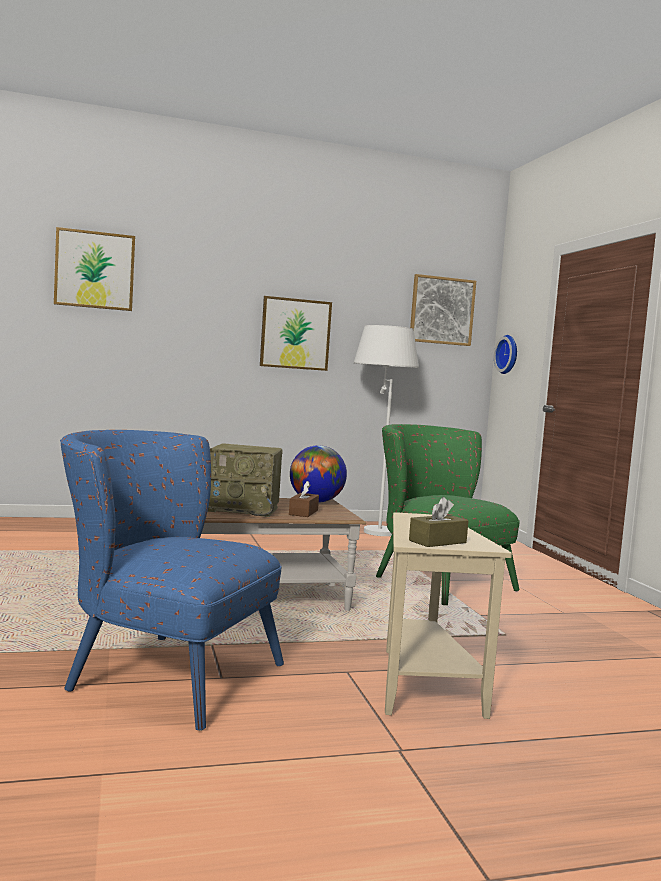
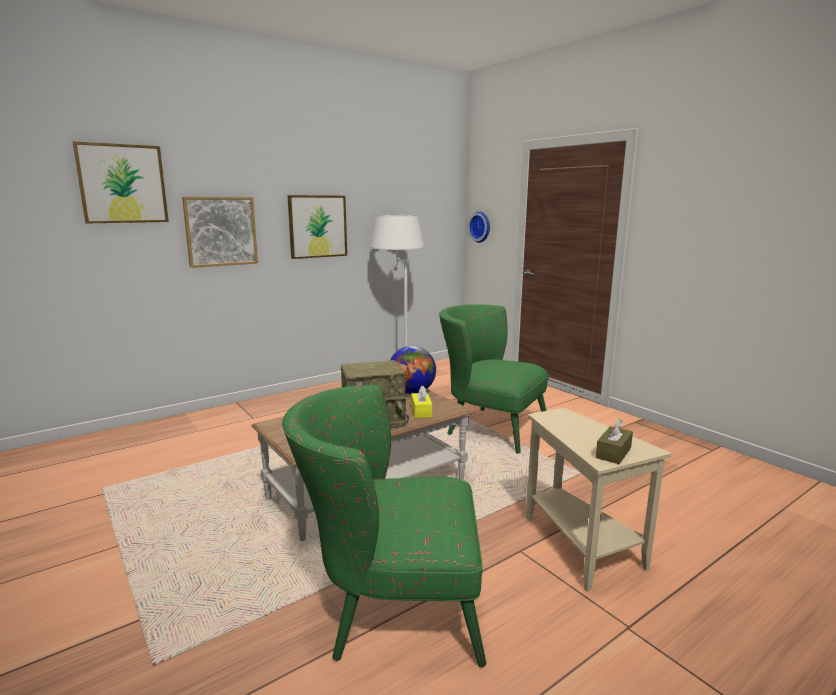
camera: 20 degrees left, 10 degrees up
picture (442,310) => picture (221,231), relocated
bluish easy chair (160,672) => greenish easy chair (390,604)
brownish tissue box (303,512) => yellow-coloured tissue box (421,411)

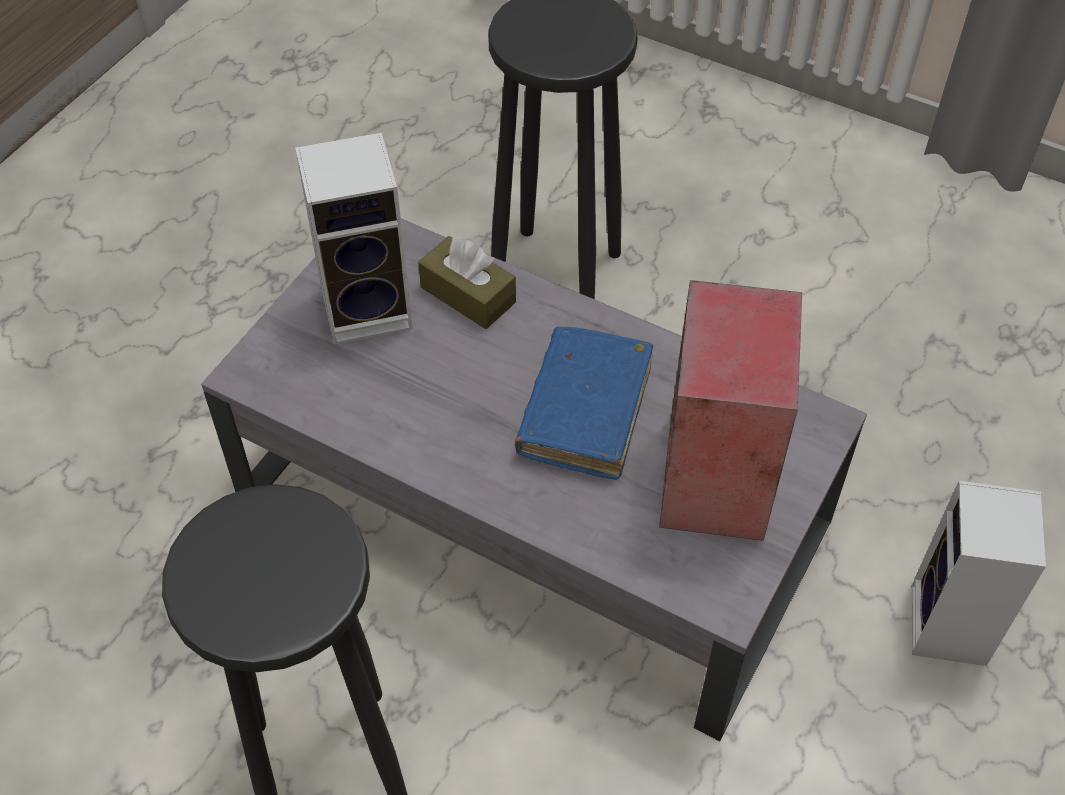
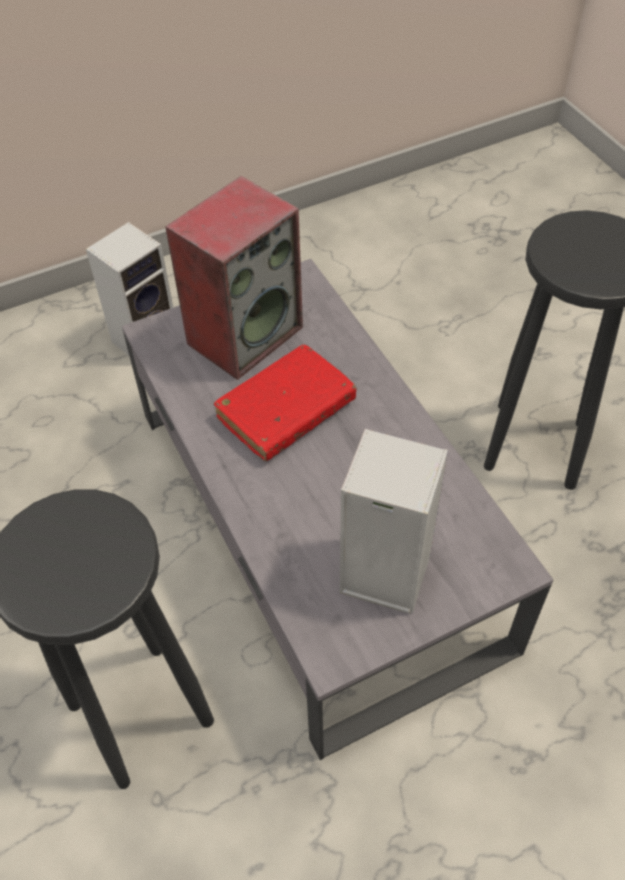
camera: 145 degrees left, 0 degrees up
brownish tissue box (468,295) => nothing
bluish book (585,411) => red book (286,411)

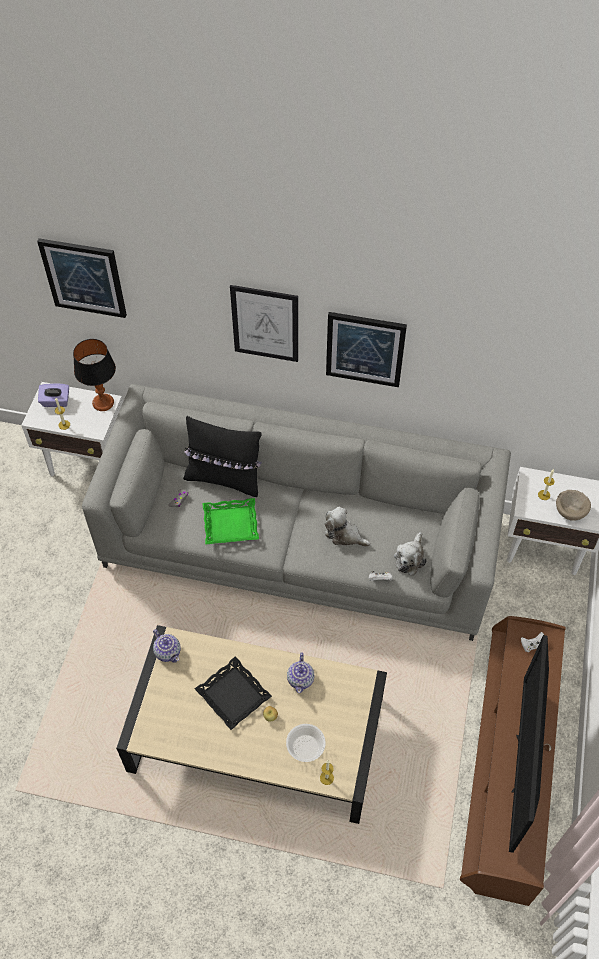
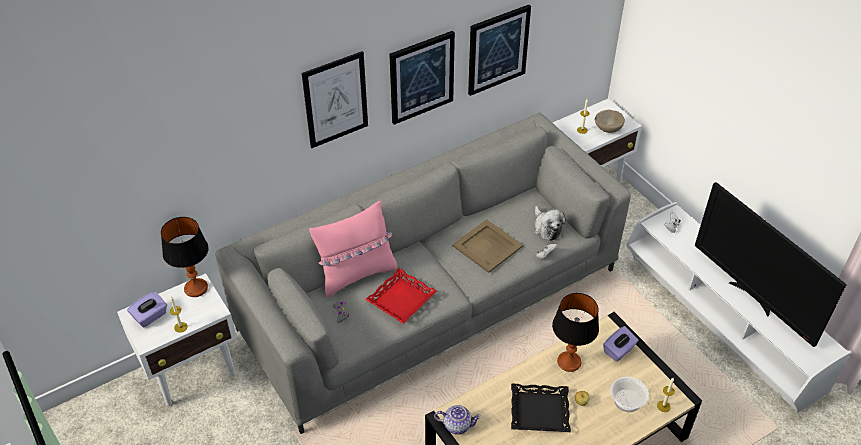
camera: 45 degrees left, 10 degrees down
nothing => purplish tissue box (619,350)
picture (84,277) => picture (497,49), relocated
tea pot (301,679) => lamp for a table (569,362)
plush toy (344,535) => sand-coloured tray (488,246)
blackish throw pillow (224,478) => pink throw pillow (356,274)
greenish tray (230,524) => red tray (401,299)
brownish tv stand (506,765) => white-coloured tv stand (720,325)

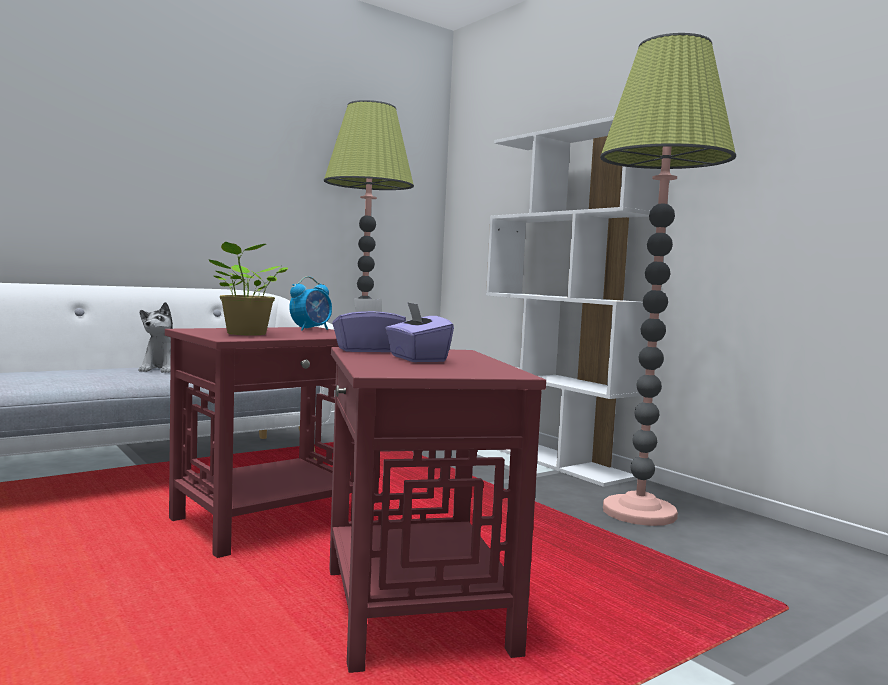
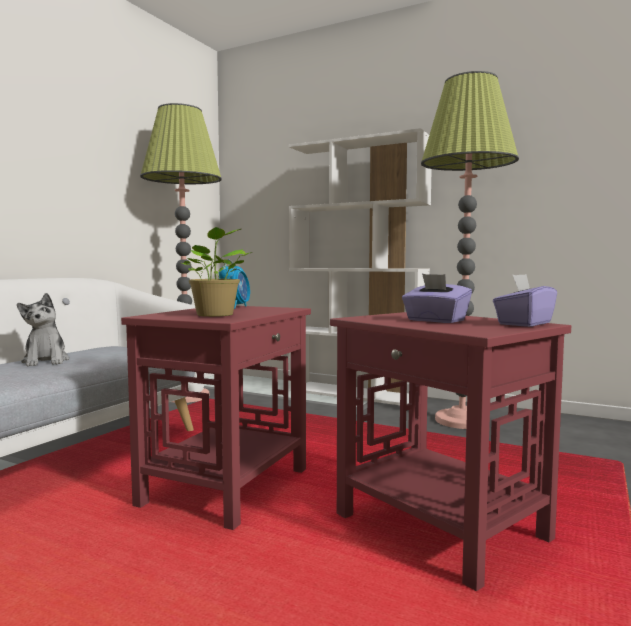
camera: 25 degrees left, 0 degrees up
purplish tissue box (367,350) => purplish tissue box (523,324), relocated

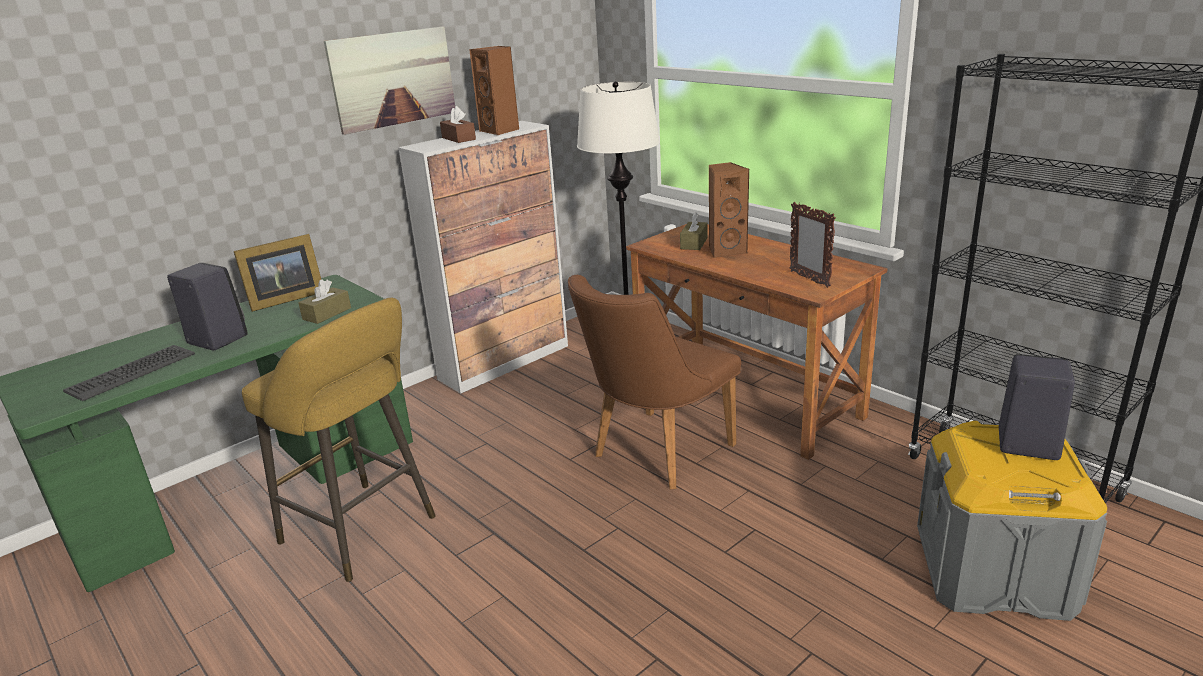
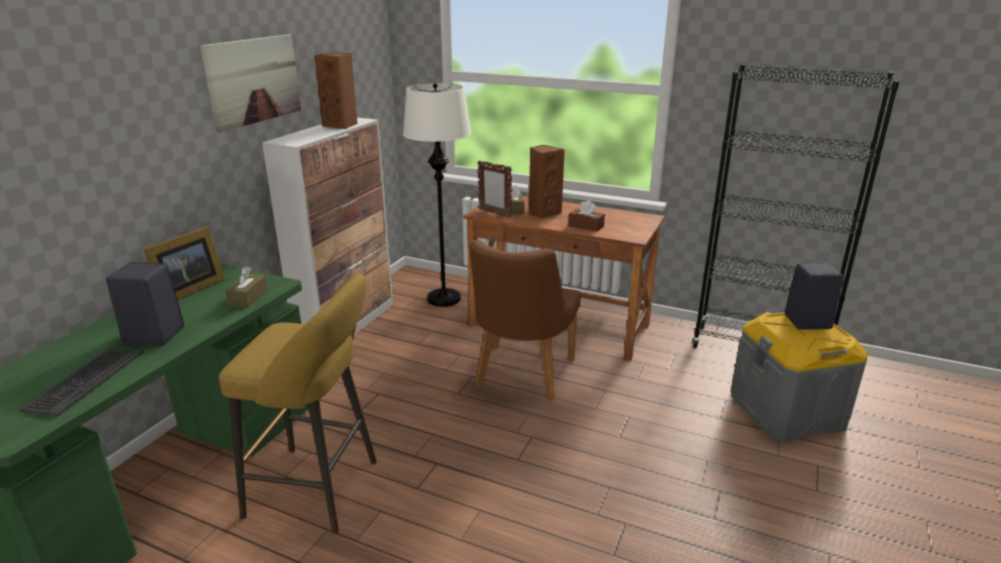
camera: 25 degrees left, 0 degrees up
brownish tissue box (458,138) => brownish tissue box (586,226), relocated
standing frame (809,279) => standing frame (494,213), relocated

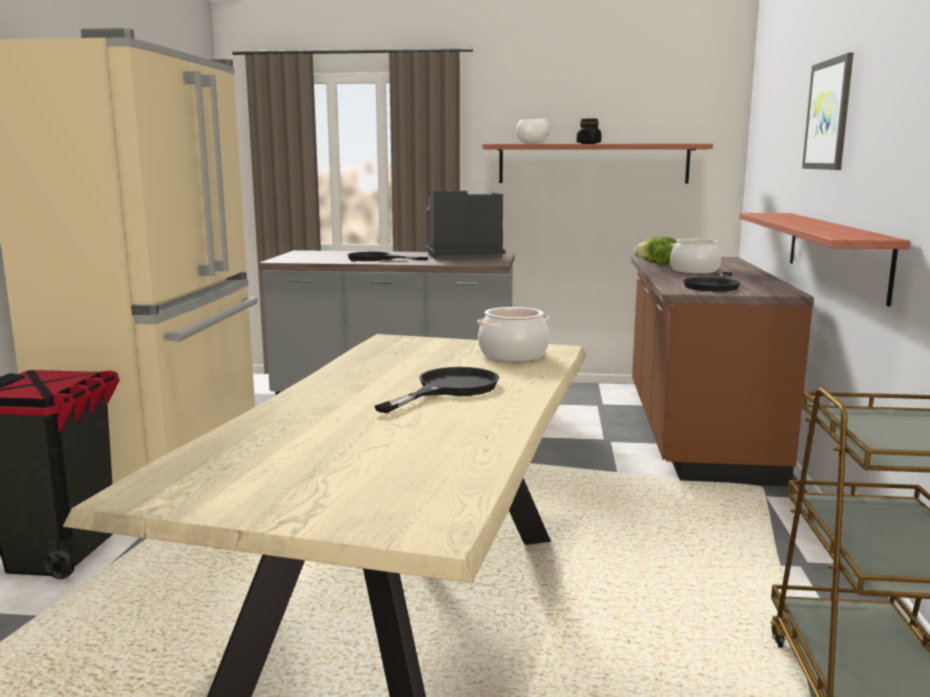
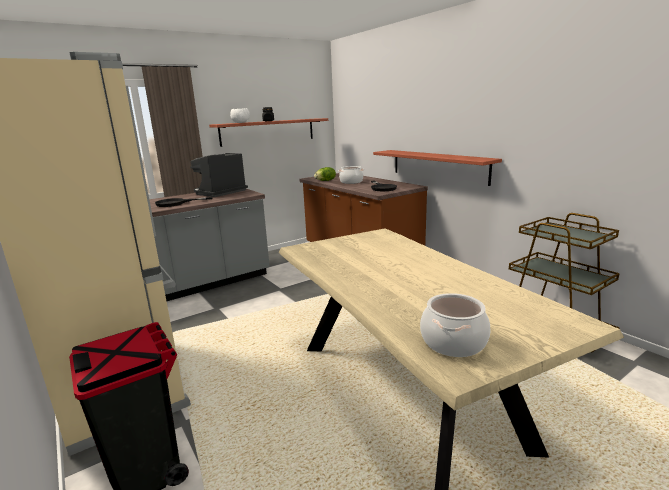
camera: 40 degrees left, 5 degrees up
blackish pan (448,389) => nothing
picture (829,115) => nothing
stockpot (513,355) => stockpot (453,342), relocated

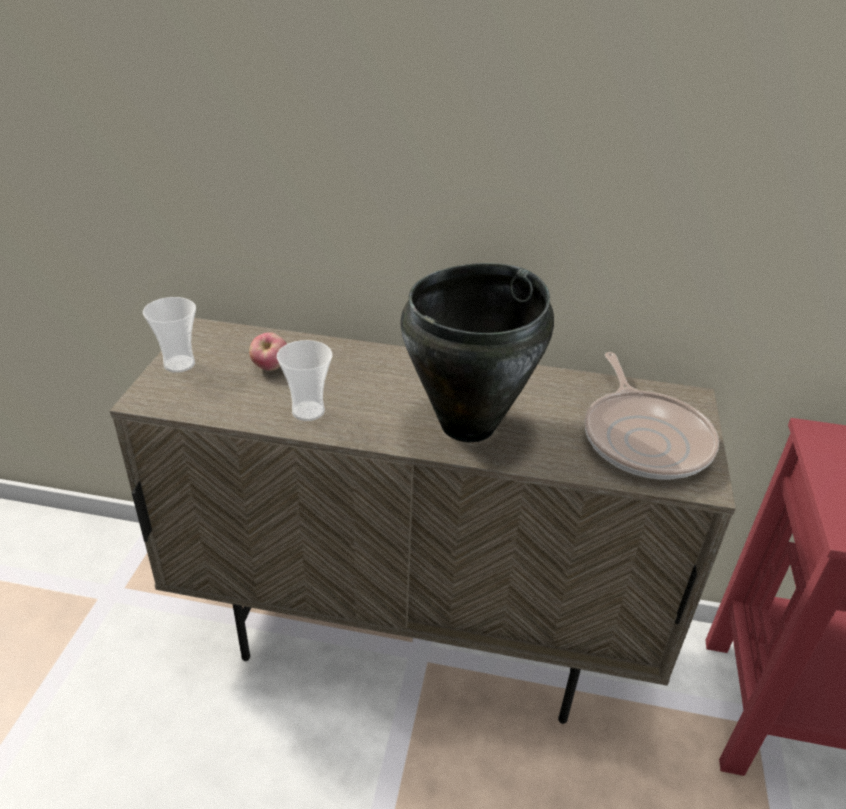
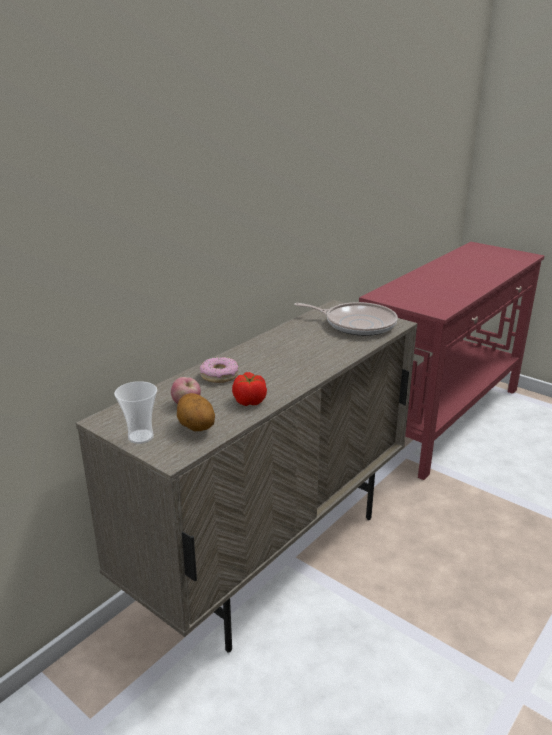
camera: 60 degrees left, 10 degrees down
blackish stockpot (469,425) => nothing
nothing => spud (196,428)
nothing => ring doughnut (219,375)
small cup (308,411) => fresh tomato (249,401)

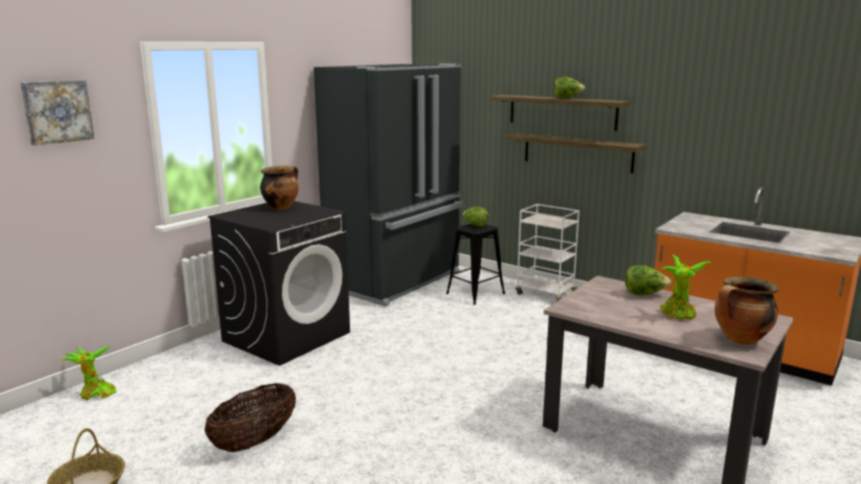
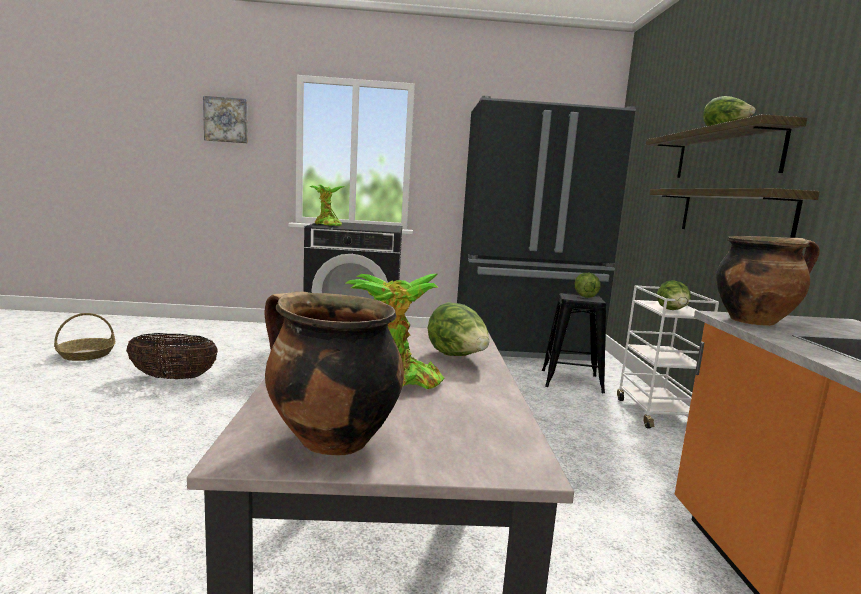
camera: 50 degrees right, 5 degrees down
nothing => head of lettuce (672,311)
houseplant (95,394) => houseplant (326,225), relocated
stockpot (281,207) => stockpot (754,321), relocated

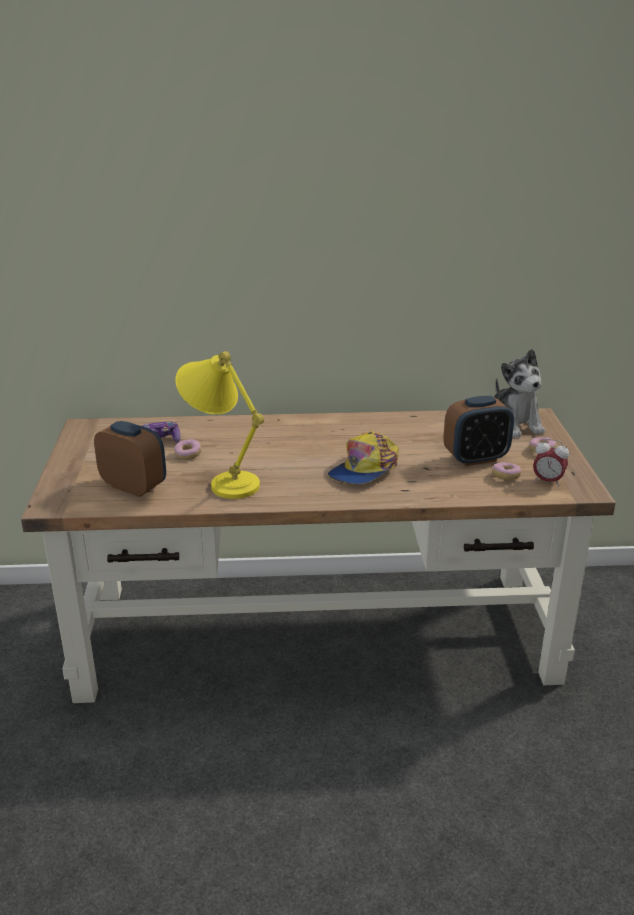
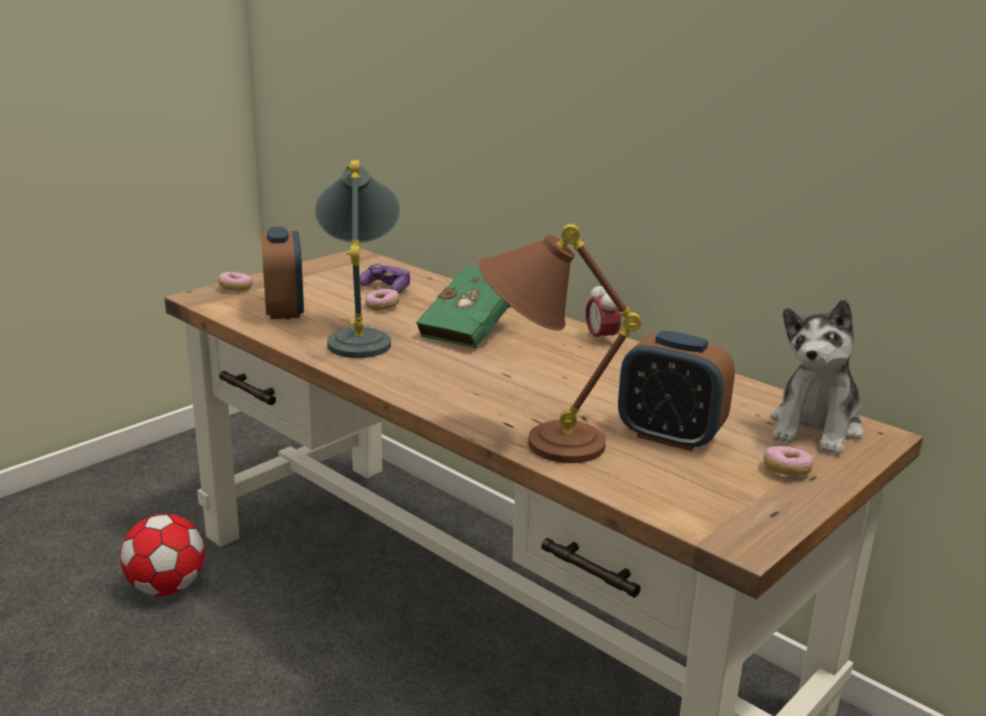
camera: 45 degrees right, 5 degrees down
cap (364,470) => nothing
nothing => football (167,587)
nothing => greenish book (474,330)
nothing => brownish lamp for a table (537,442)
ring doughnut (505,476) => ring doughnut (236,288), relocated
table clock (547,481) => table clock (601,339), relocated
yellow-coloured lamp for a table (222,480) => gray lamp for a table (361,337)

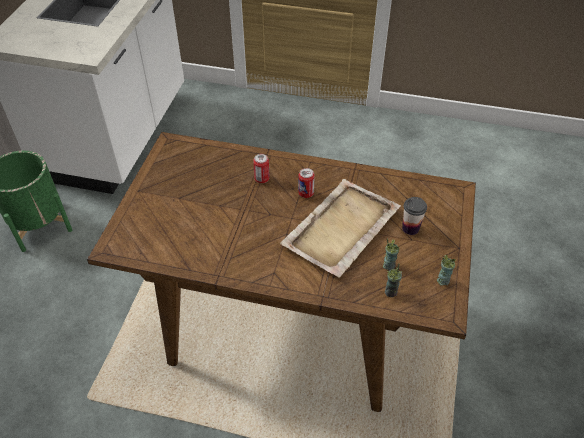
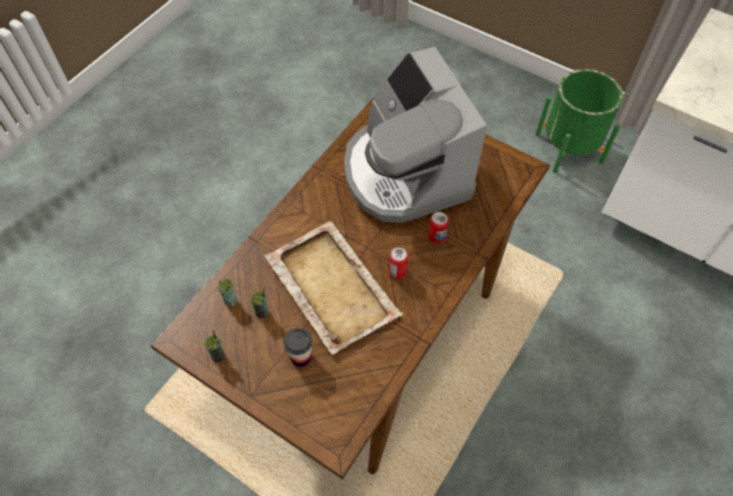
camera: 110 degrees right, 10 degrees up
nothing => coffee brewer (405,173)

